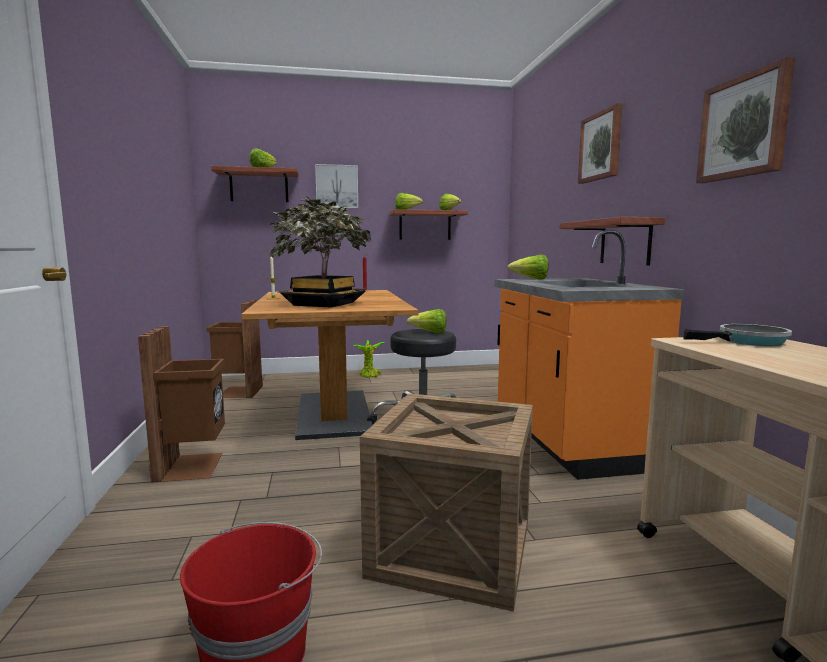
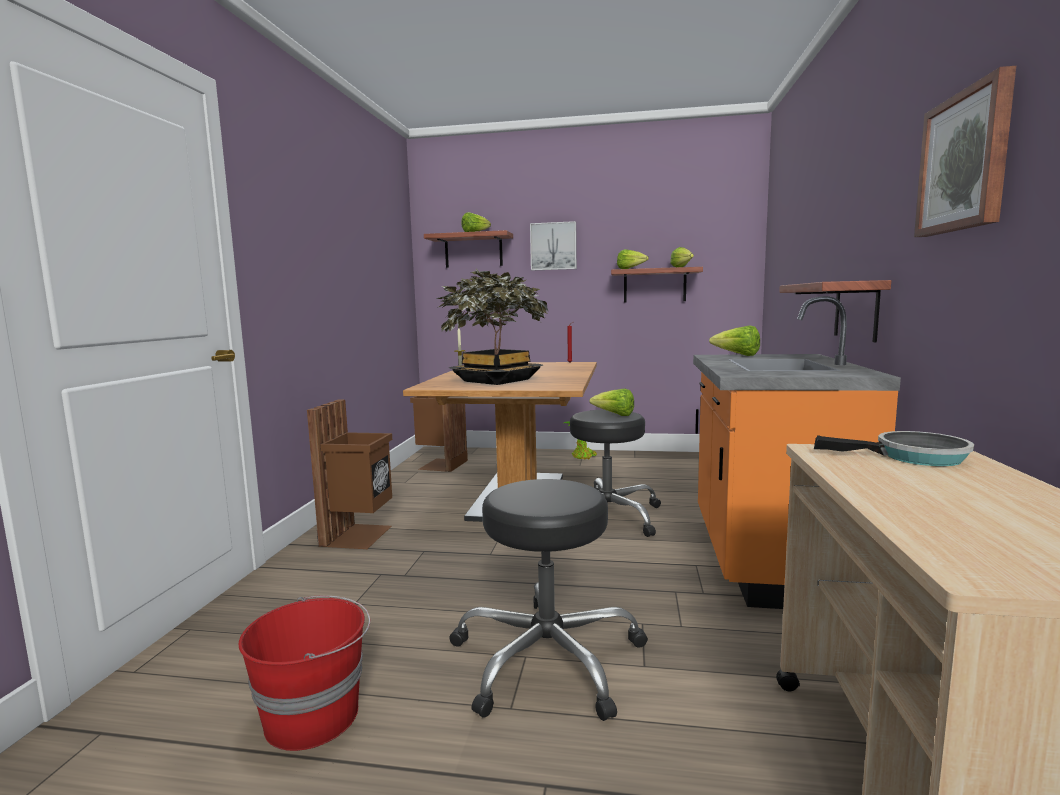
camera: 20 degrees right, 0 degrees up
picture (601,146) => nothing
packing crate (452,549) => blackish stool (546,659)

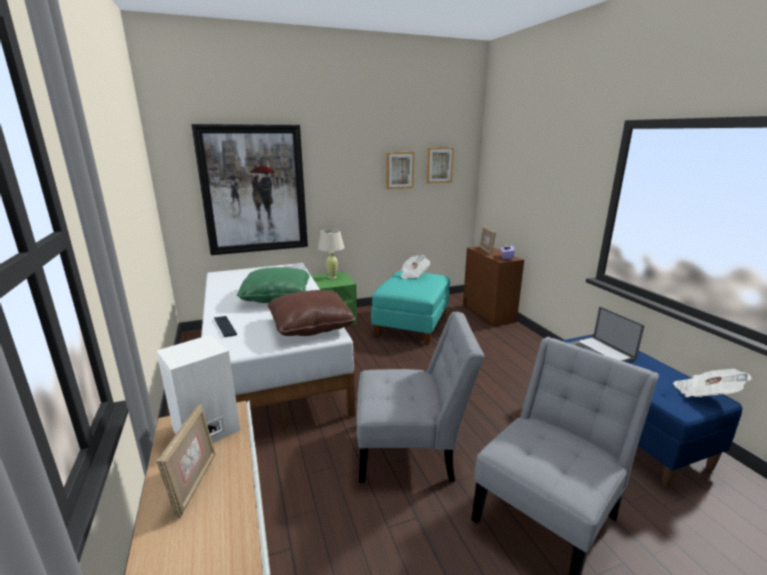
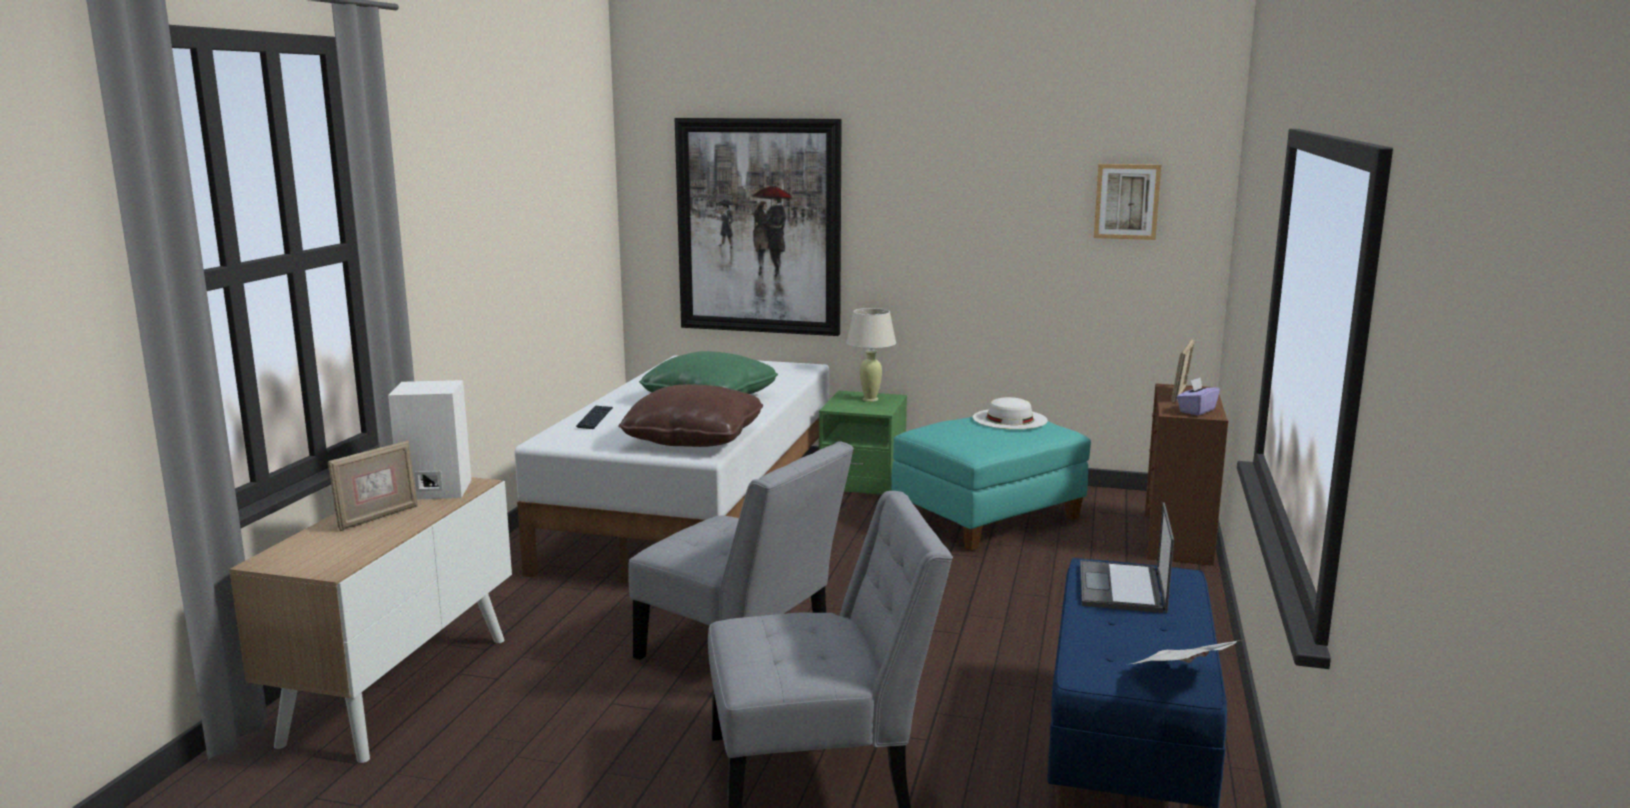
camera: 35 degrees right, 5 degrees down
picture (399,170) => nothing
printed paper (413,275) => white-coloured clothing hat (1009,419)

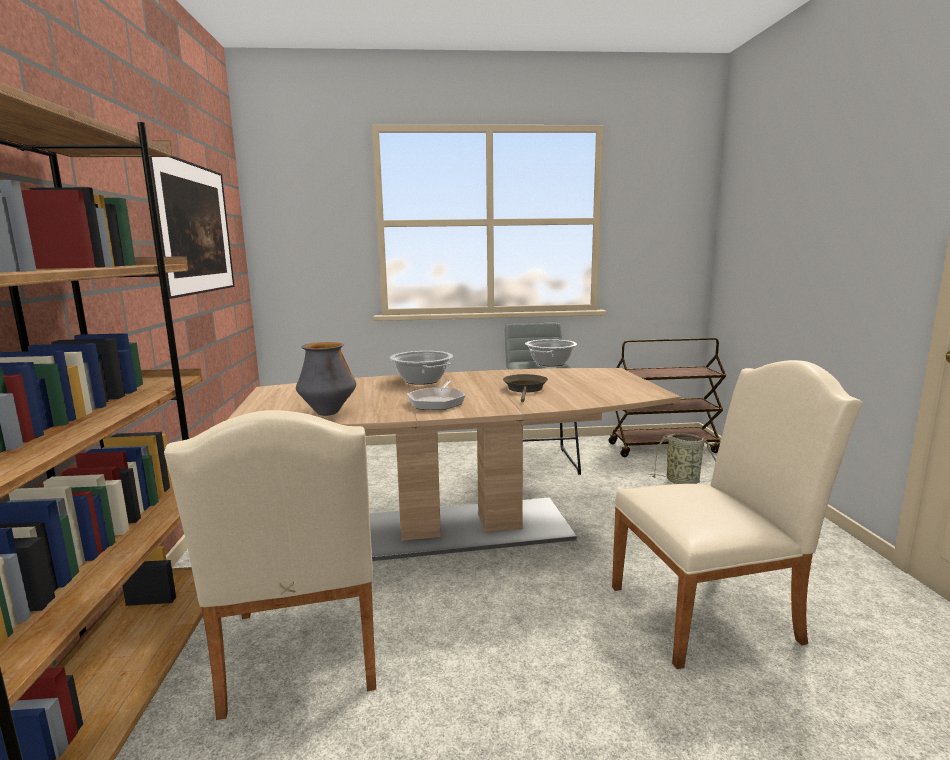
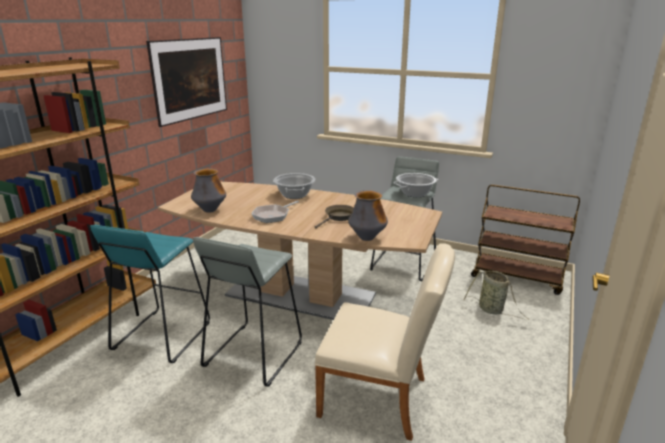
camera: 30 degrees right, 10 degrees up
nothing => gray stool (253,354)
nothing => decorative vase (367,238)
sand-coloured chair (301,658) => turquoise stool (161,336)

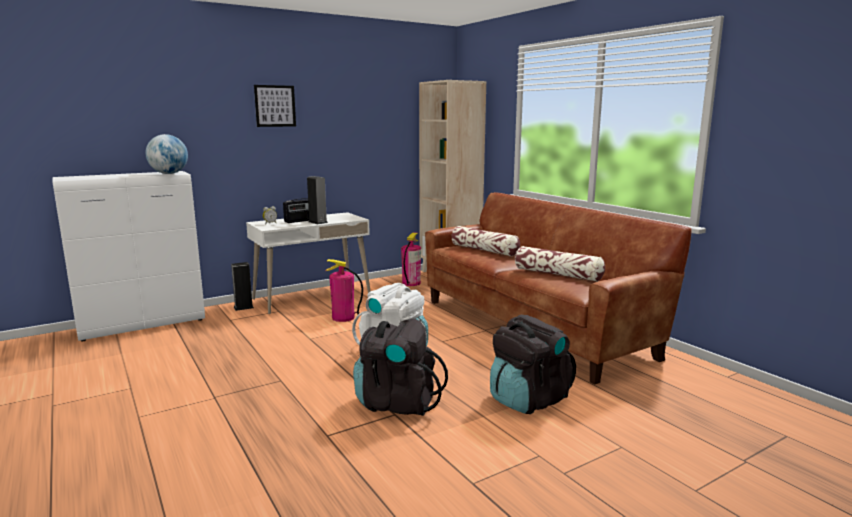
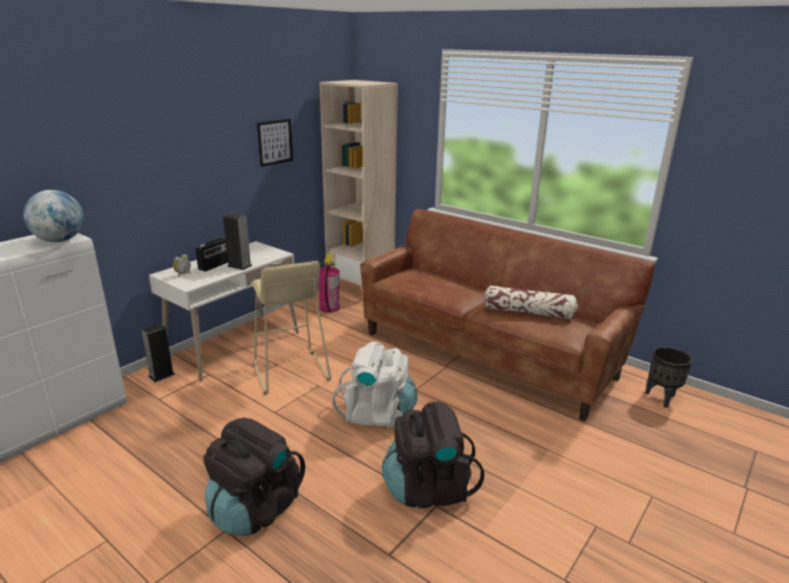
camera: 20 degrees left, 10 degrees up
throw pillow (484,250) => nothing
nothing => blackish plant pot (662,398)
picture (275,106) => picture (275,142), relocated
blackish backpack (528,399) => blackish backpack (255,508), relocated
fire-fighting cylinder (343,317) => sand-coloured stool (290,372)

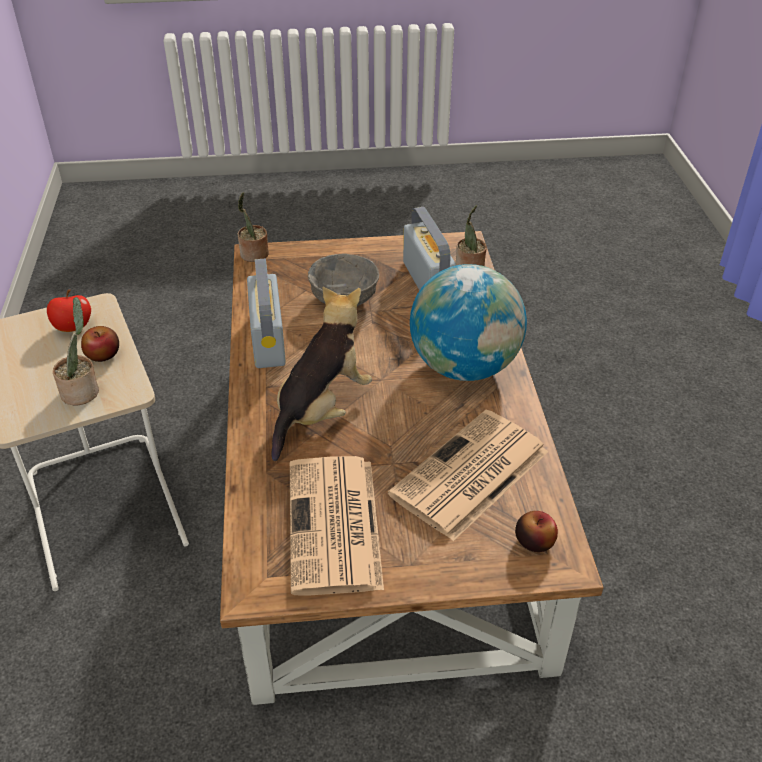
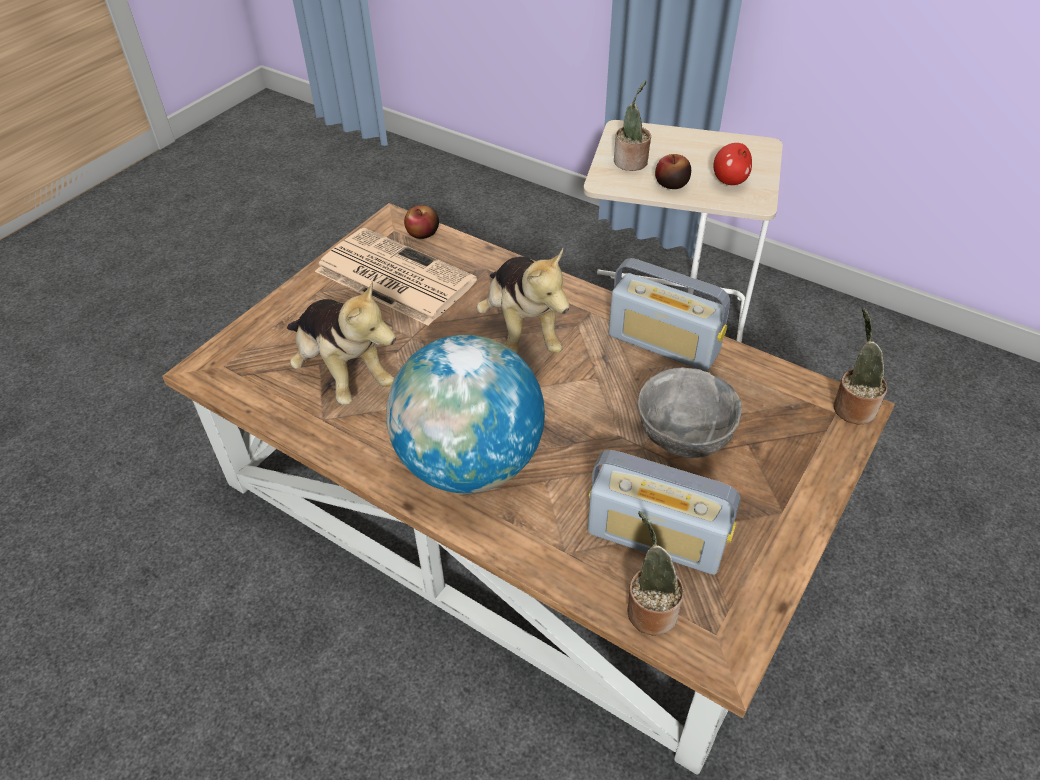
camera: 130 degrees right, 5 degrees up
apple (534,541) => apple (423,233), relocated
printed paper (469,475) => plush toy (342,373)

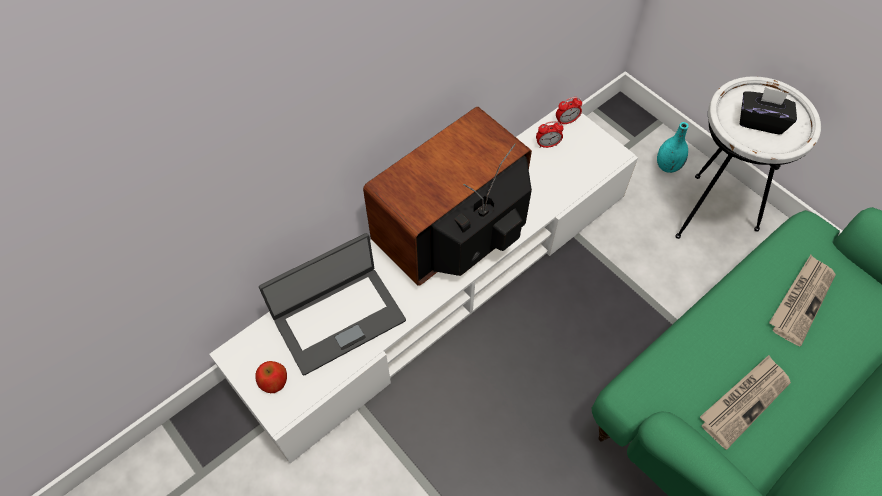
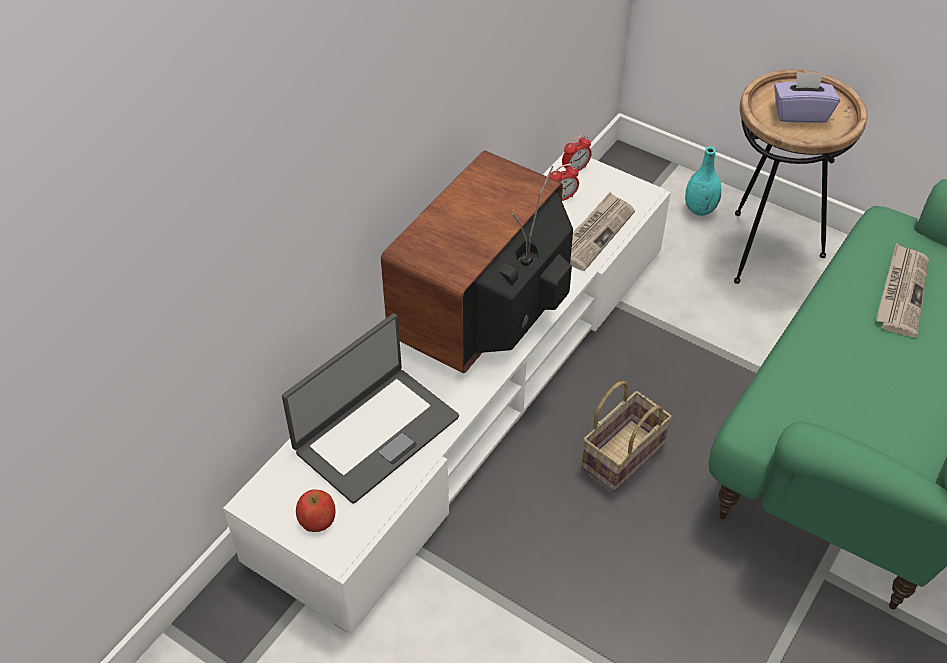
camera: 15 degrees left, 10 degrees down
nothing => storage basket (623,453)
printed paper (744,401) => printed paper (595,233), relocated
white-coloured side table (710,213) => brownish side table (765,250)
blackish tissue box (760,121) => purplish tissue box (800,113)

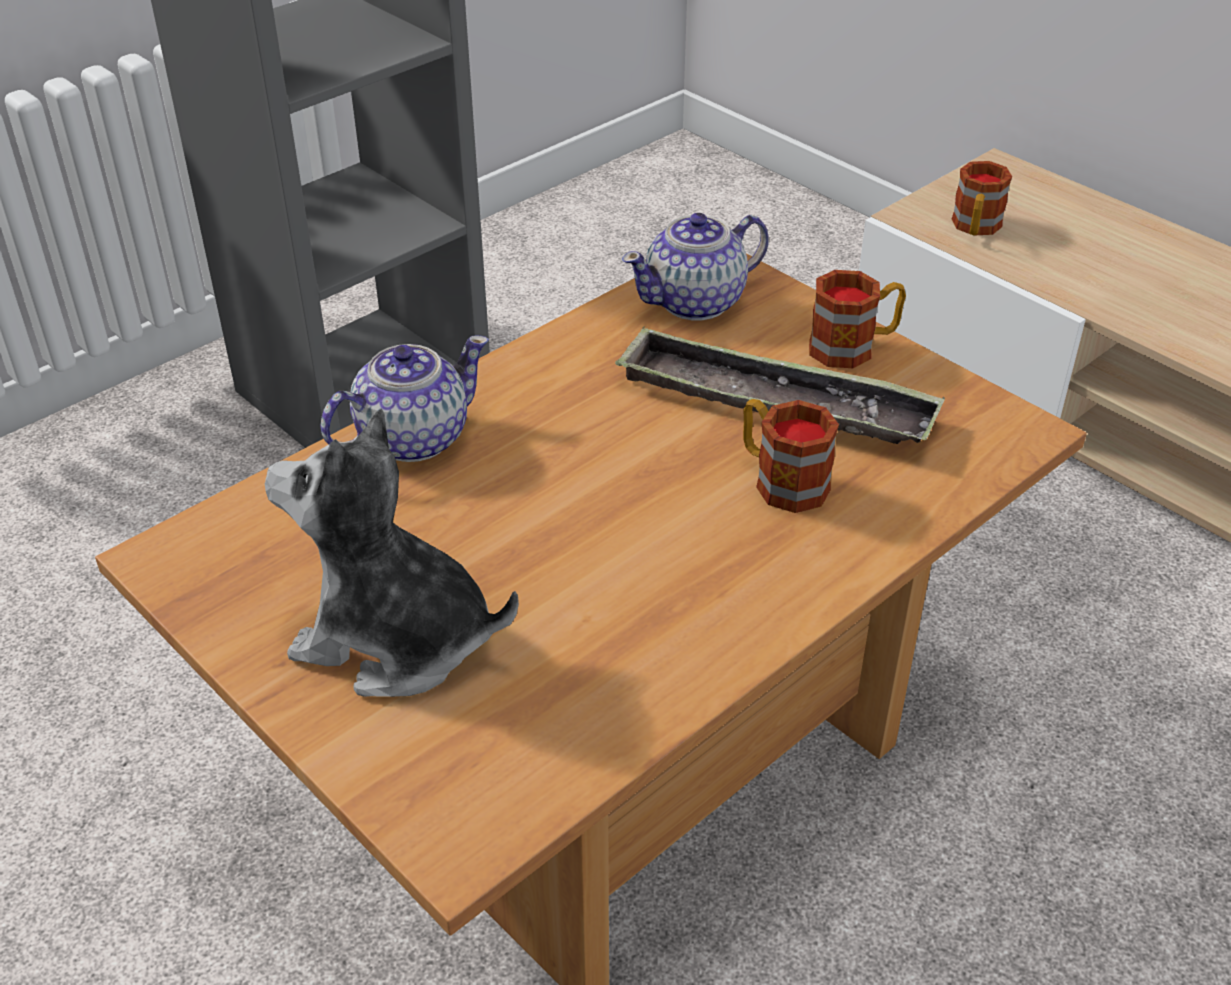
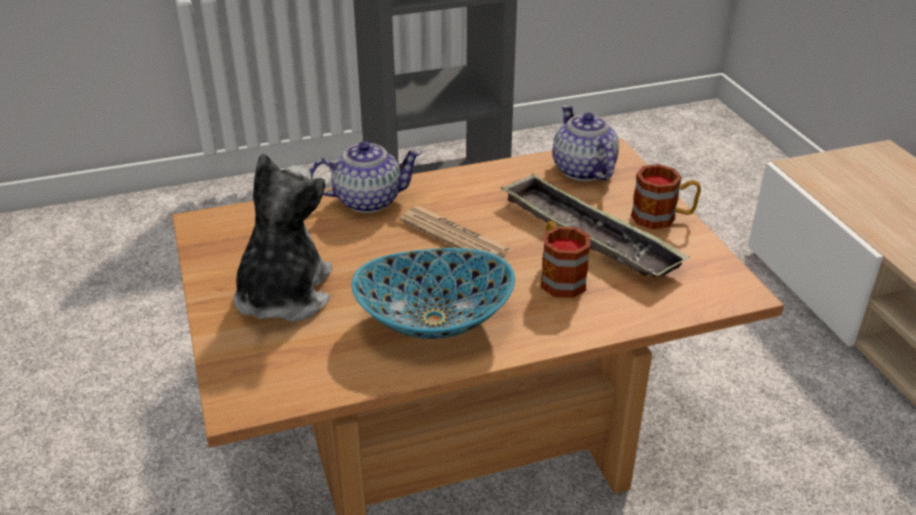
camera: 25 degrees right, 5 degrees down
tea mug (975,228) => nothing
nothing => deep dish (433,319)
nothing => printed paper (454,235)
plush toy (395,640) => plush toy (283,295), 60 degrees clockwise
tea pot (696,302) => tea pot (583,170), 75 degrees clockwise

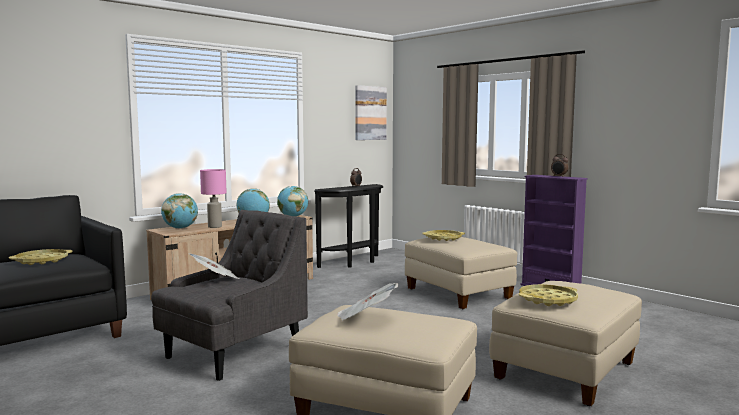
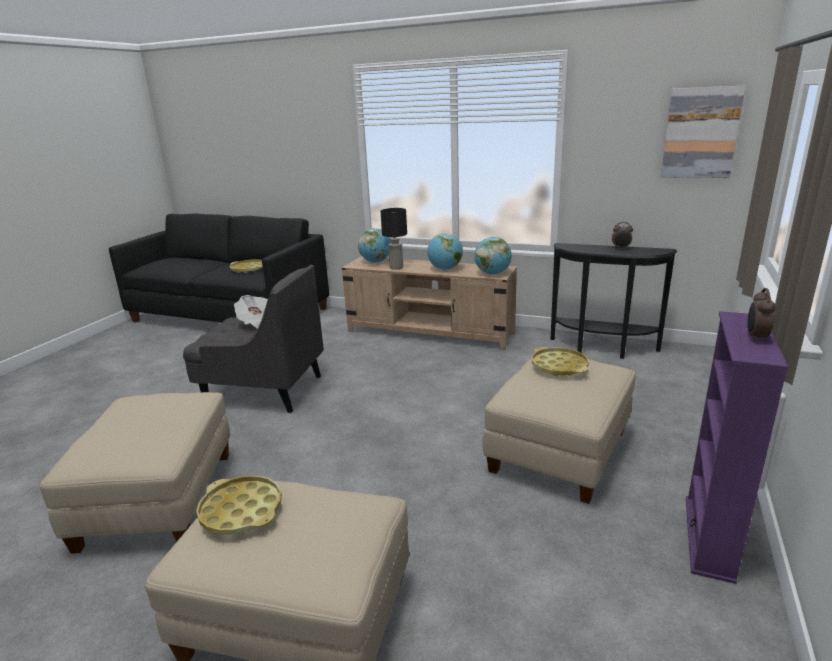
camera: 65 degrees right, 15 degrees up
printed paper (365,317) => nothing
pink lamp for a table (214,227) => blackish lamp for a table (396,267)

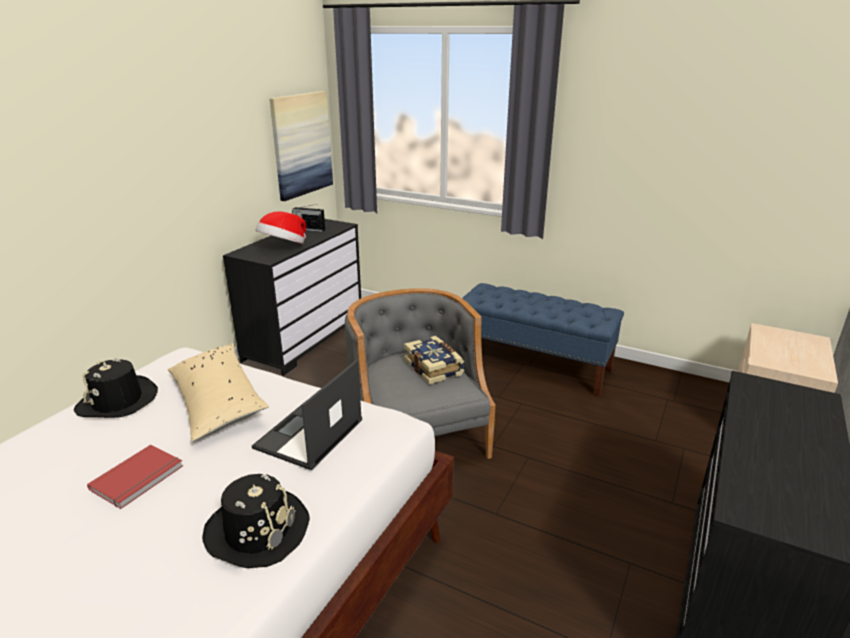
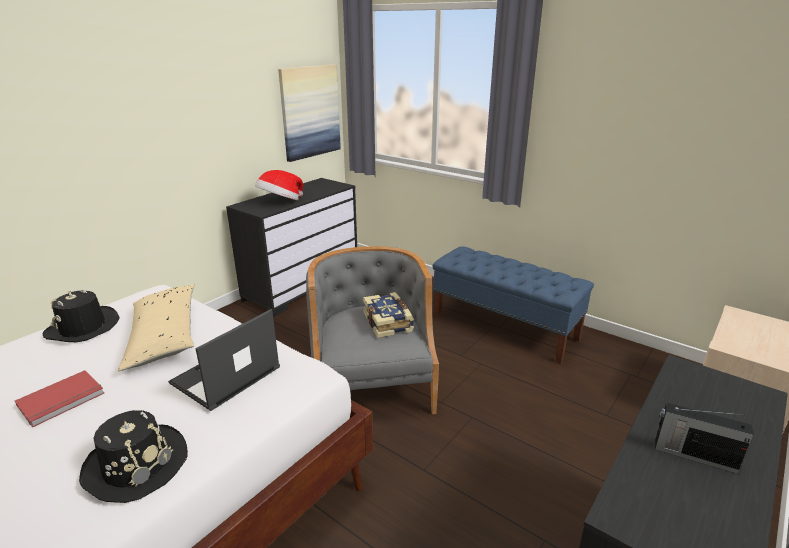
camera: 10 degrees right, 0 degrees up
radio receiver (309,229) => radio receiver (693,455), relocated

